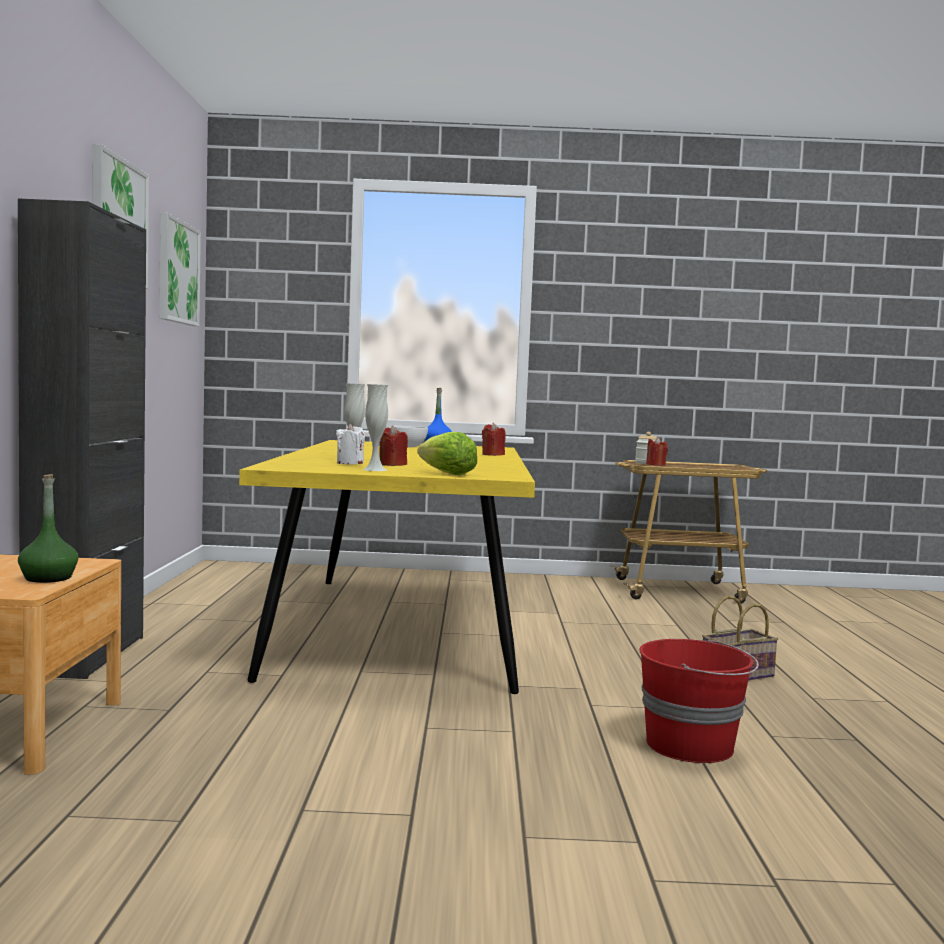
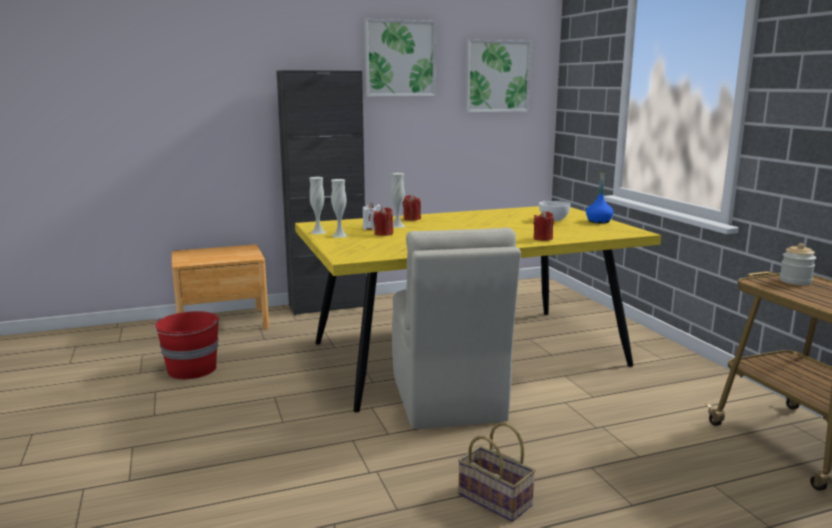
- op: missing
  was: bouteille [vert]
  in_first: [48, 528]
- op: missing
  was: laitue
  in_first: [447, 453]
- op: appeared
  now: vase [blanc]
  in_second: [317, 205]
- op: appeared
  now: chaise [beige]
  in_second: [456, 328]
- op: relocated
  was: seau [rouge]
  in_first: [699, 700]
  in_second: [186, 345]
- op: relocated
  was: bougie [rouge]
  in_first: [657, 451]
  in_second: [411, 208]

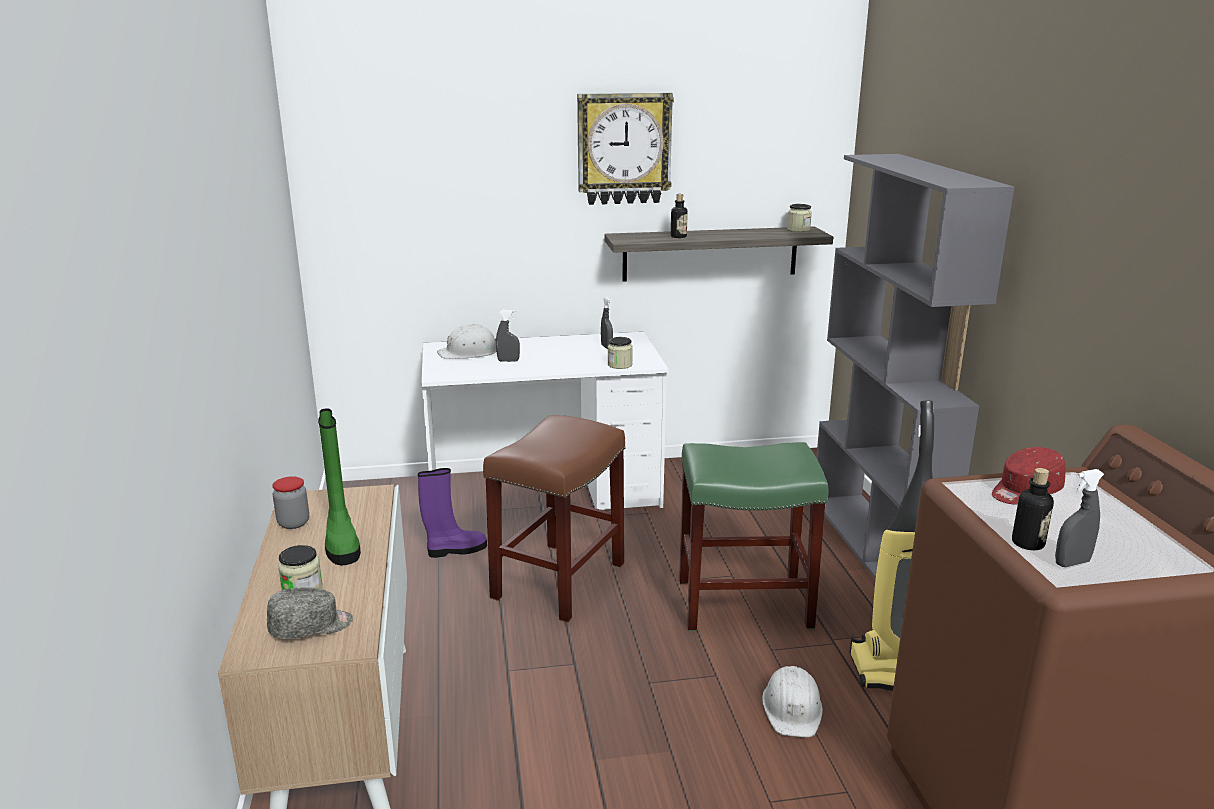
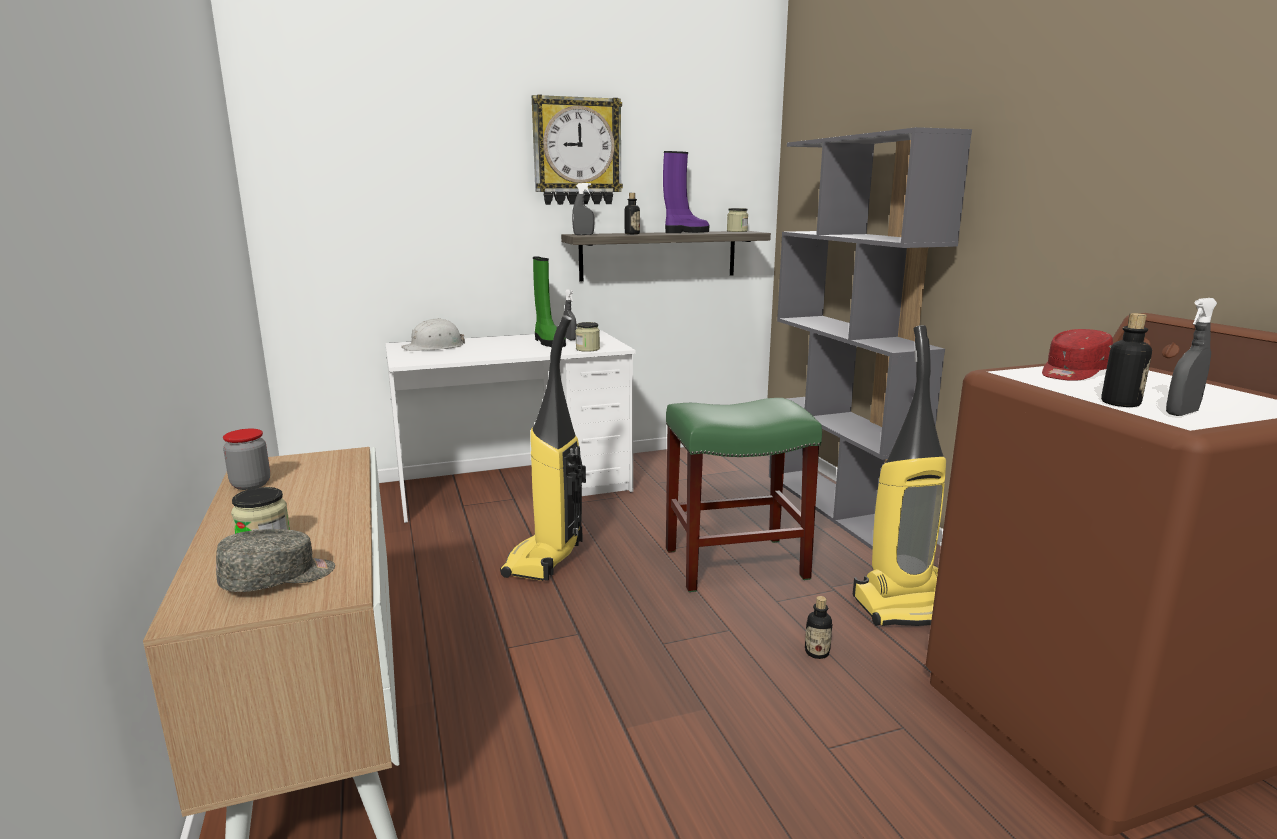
- op: relocated
  was: botte [vert]
  in_first: [339, 487]
  in_second: [549, 302]
- op: relocated
  was: botte [violet]
  in_first: [452, 513]
  in_second: [686, 192]
- op: relocated
  was: vaporisateur [gris]
  in_first: [508, 335]
  in_second: [583, 209]
- op: exchanged
  was: tabouret [marron]
  now: aspirateur
  in_first: [554, 519]
  in_second: [543, 447]
- op: exchanged
  was: casque de chantier [blanc]
  now: bouteille
  in_first: [792, 701]
  in_second: [818, 627]

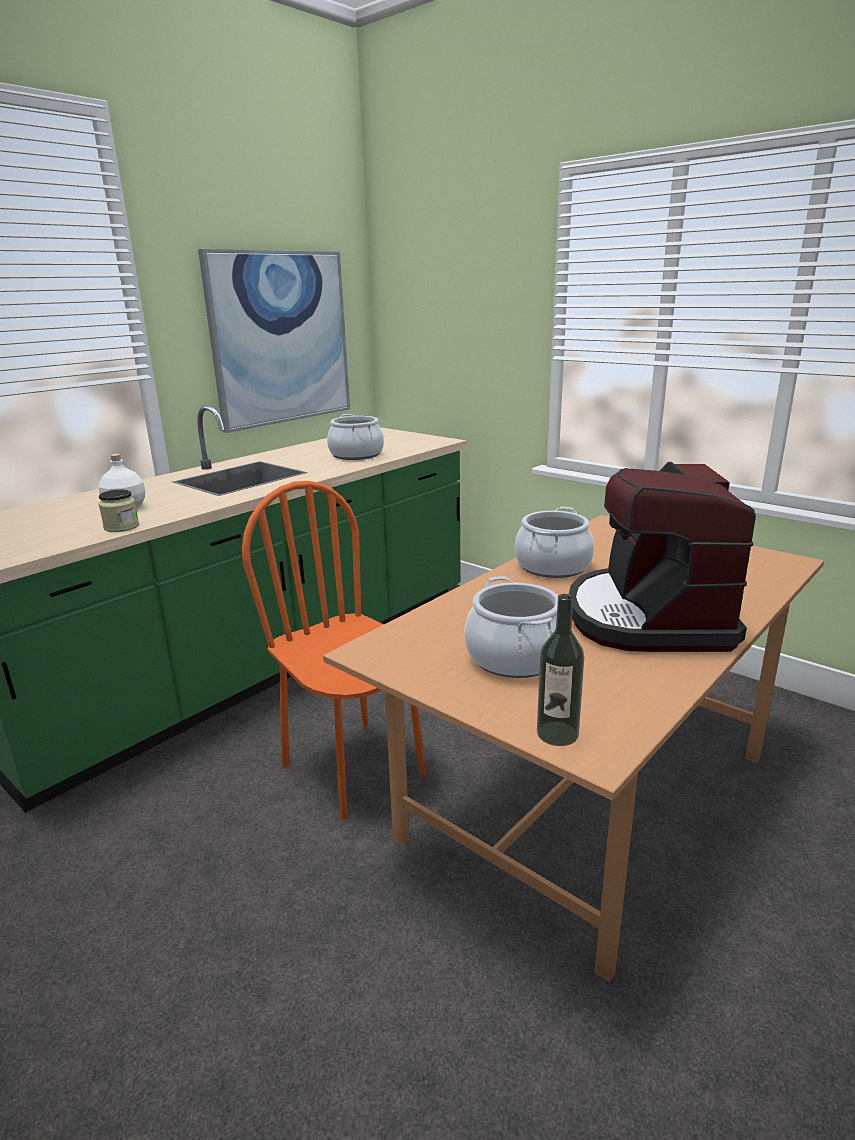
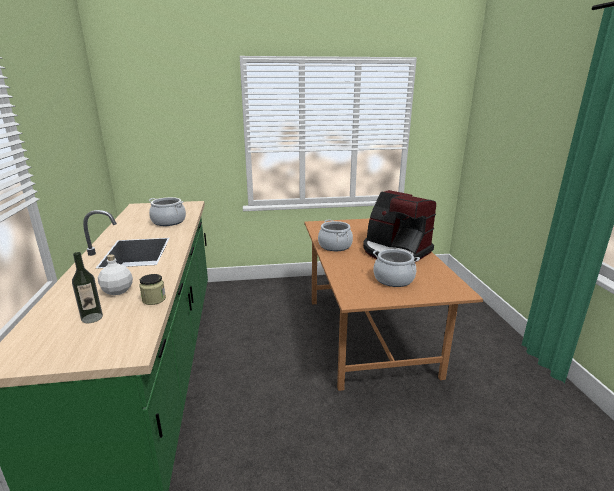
- op: missing
  was: tableau
  in_first: [274, 341]
- op: missing
  was: chaise [orange]
  in_first: [333, 650]
- op: relocated
  was: bouteille
  in_first: [560, 670]
  in_second: [87, 287]

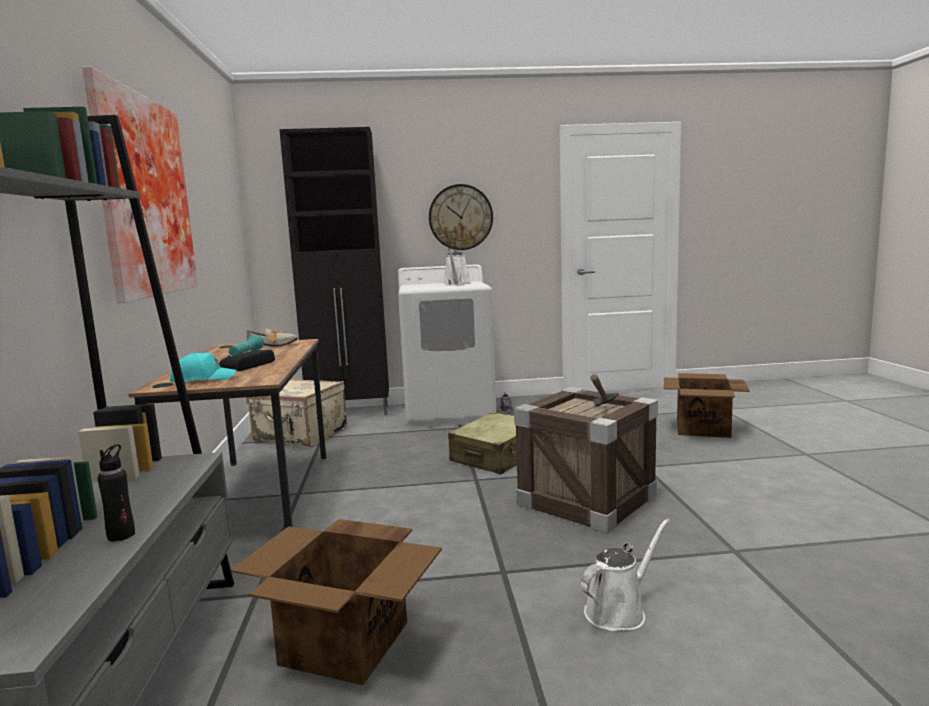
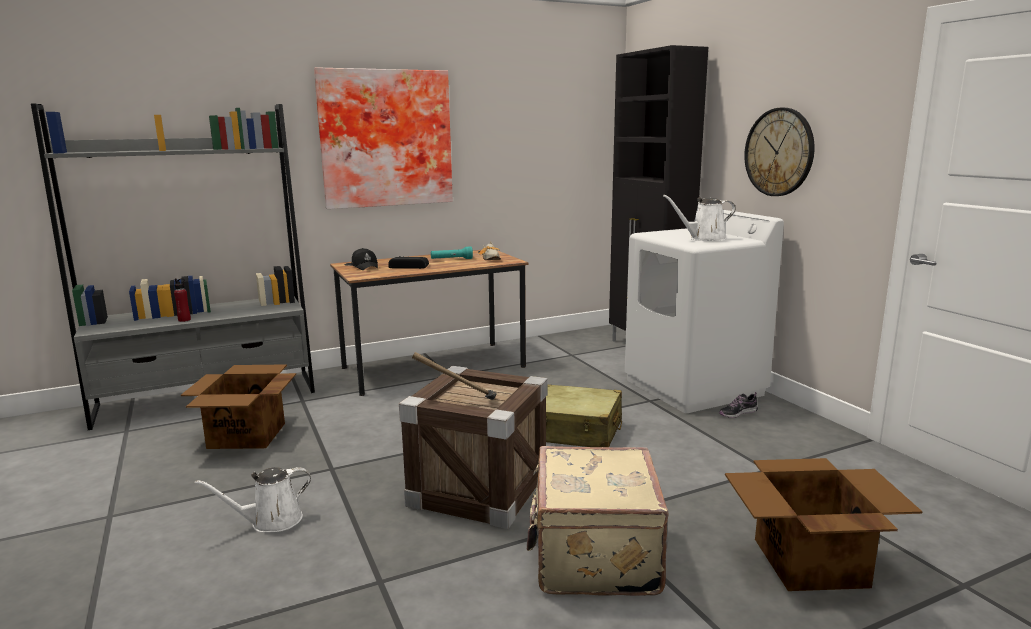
- op: relocated
  was: valise [beige]
  in_first: [296, 413]
  in_second: [598, 521]
- op: colour
  was: bouteille [noir]
  now: bouteille [rouge]
  in_first: [116, 493]
  in_second: [182, 300]
- op: colour
  was: casquette [turquoise]
  now: casquette [noir]
  in_first: [203, 367]
  in_second: [364, 259]
- op: spun
  was: arrosoir [blanc]
  in_first: [625, 575]
  in_second: [253, 499]
  clockwise: 120

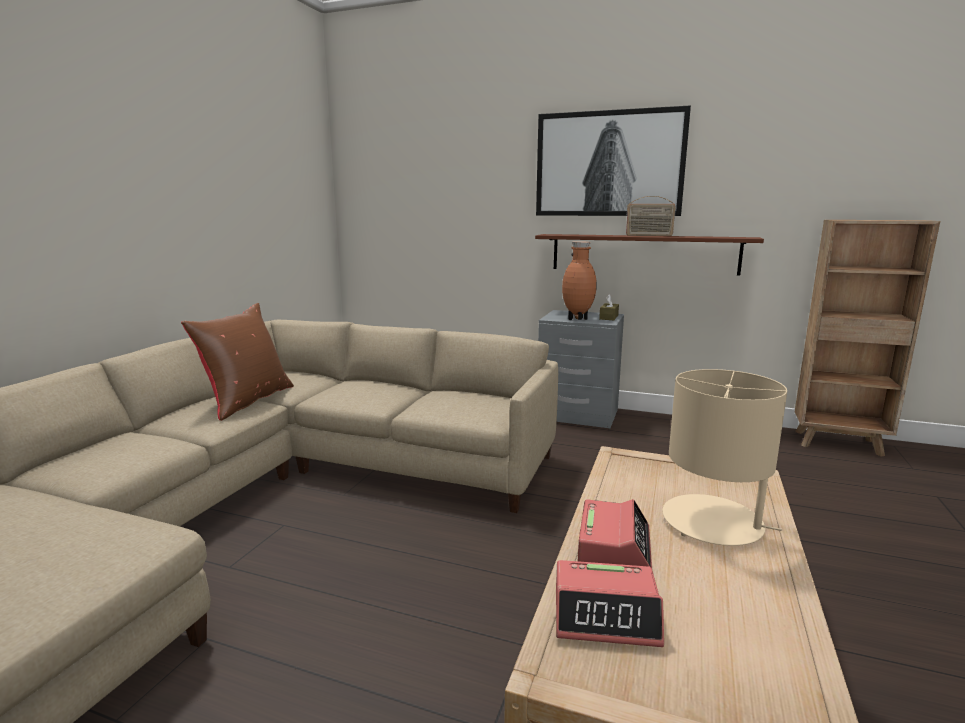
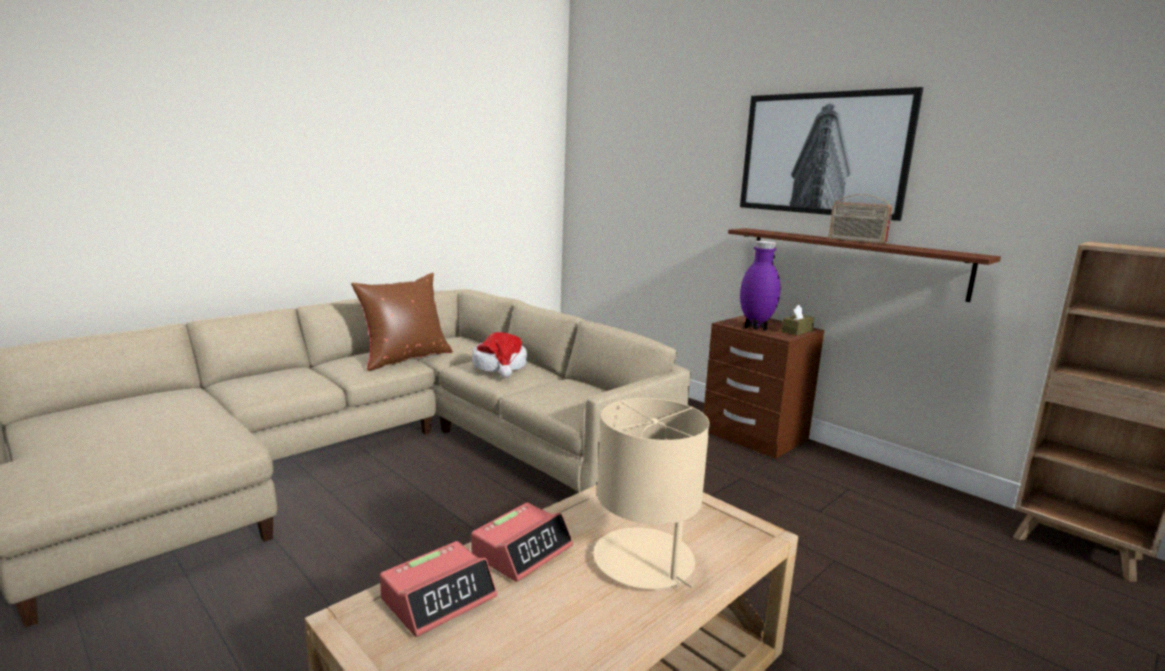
- op: appeared
  now: chapeau
  in_second: [499, 355]
- op: colour
  was: table de chevet [gris]
  now: table de chevet [marron]
  in_first: [581, 369]
  in_second: [763, 387]
- op: colour
  was: vase [marron]
  now: vase [violet]
  in_first: [579, 280]
  in_second: [760, 285]
- op: spun
  was: réveil
  in_first: [610, 603]
  in_second: [438, 589]
  clockwise: -75

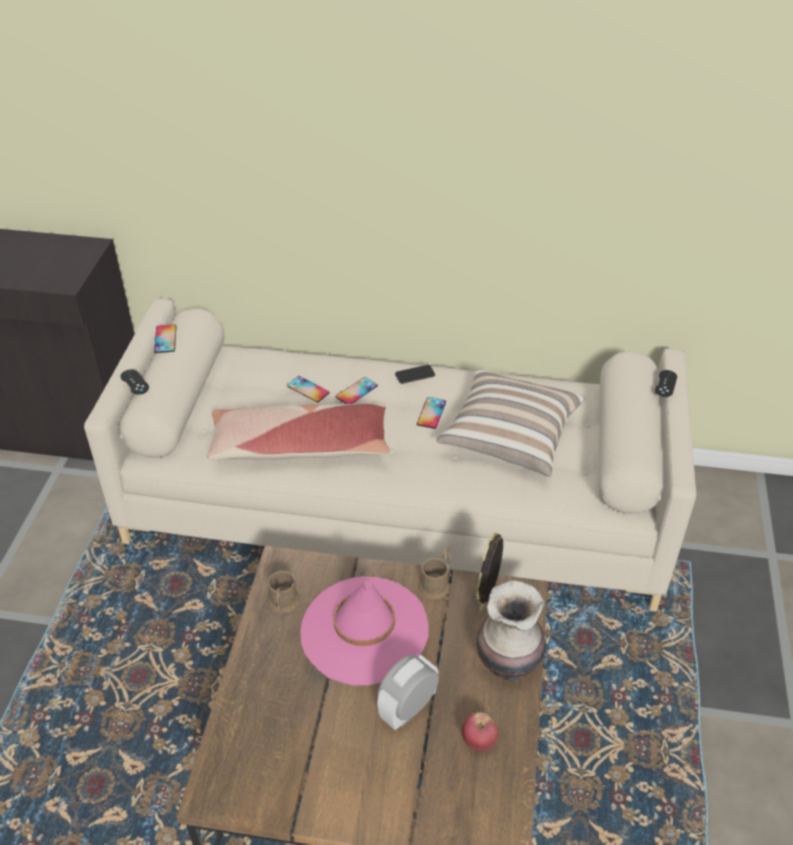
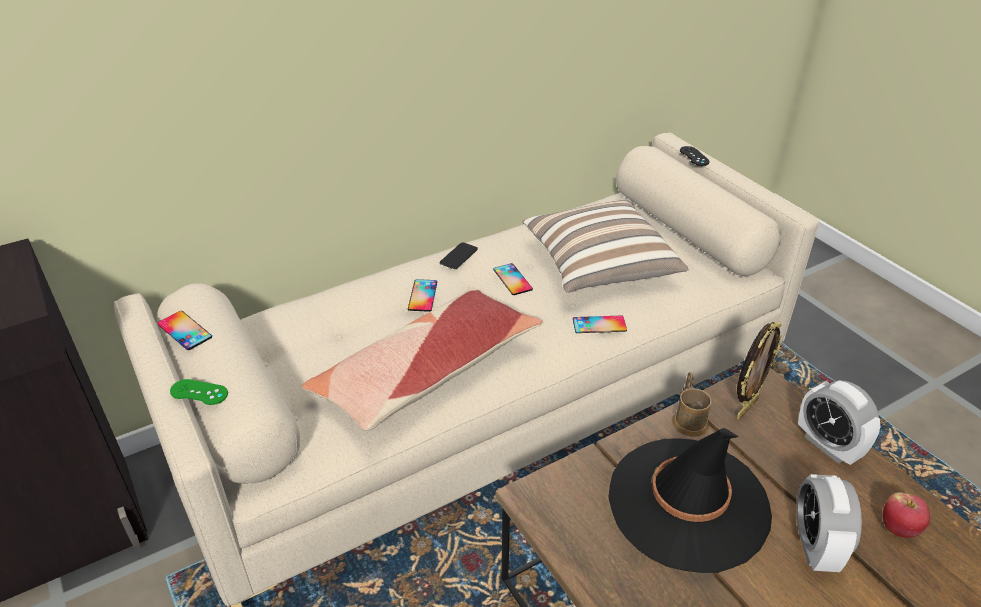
- op: missing
  was: mug [marron]
  in_first: [284, 592]
- op: relocated
  was: téléphone
  in_first: [308, 389]
  in_second: [600, 324]
- op: exchanged
  was: vase
  now: réveil
  in_first: [511, 631]
  in_second: [839, 422]
- op: colour
  was: manette [noir]
  now: manette [vert]
  in_first: [135, 382]
  in_second: [199, 392]
- op: colour
  was: chapeau [rose]
  now: chapeau [noir]
  in_first: [364, 631]
  in_second: [690, 500]
- op: spun
  was: cadre photo
  in_first: [489, 573]
  in_second: [759, 370]
  clockwise: -120

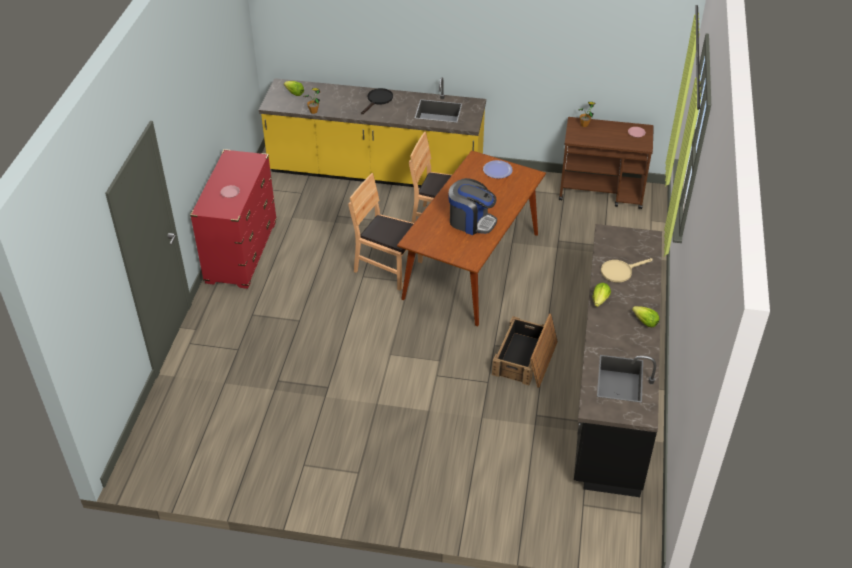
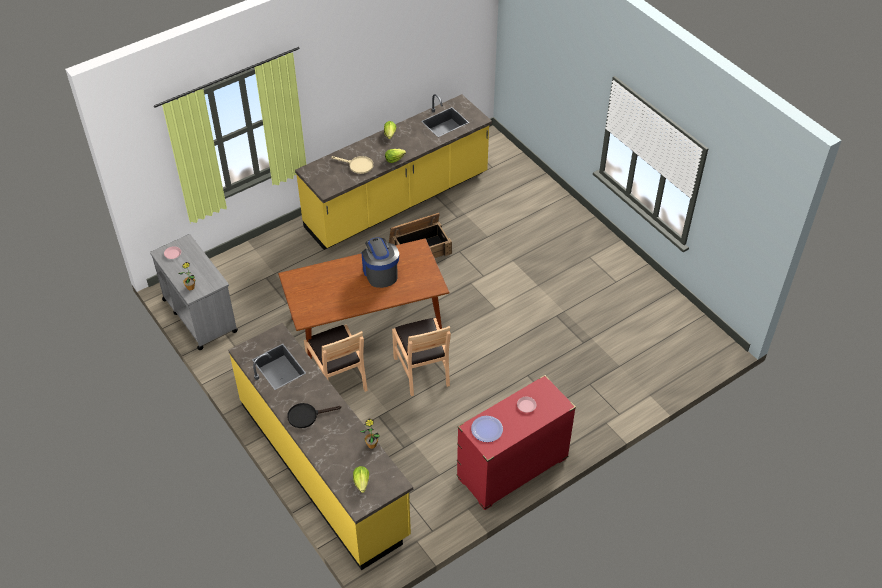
- op: relocated
  was: assiette
  in_first: [498, 169]
  in_second: [487, 429]
- op: colour
  was: chariot [marron]
  now: chariot [gris]
  in_first: [606, 163]
  in_second: [194, 292]
- op: colour
  was: comptoir de cuisine [noir]
  now: comptoir de cuisine [jaune]
  in_first: [618, 360]
  in_second: [393, 172]

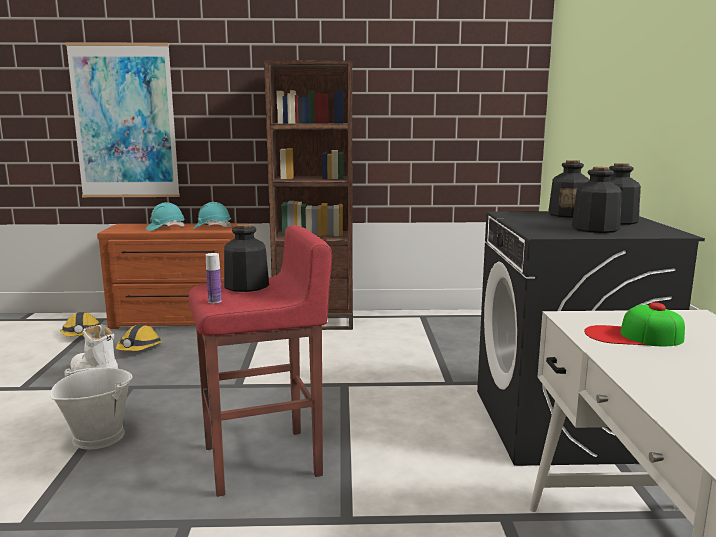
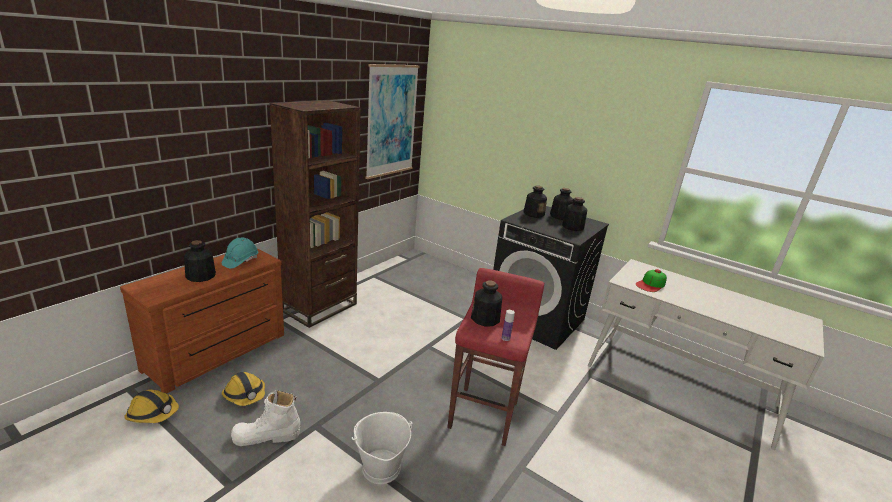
- op: relocated
  was: tableau
  in_first: [122, 119]
  in_second: [392, 121]
- op: exchanged
  was: casque de chantier [turquoise]
  now: bouteille
  in_first: [165, 216]
  in_second: [200, 261]

